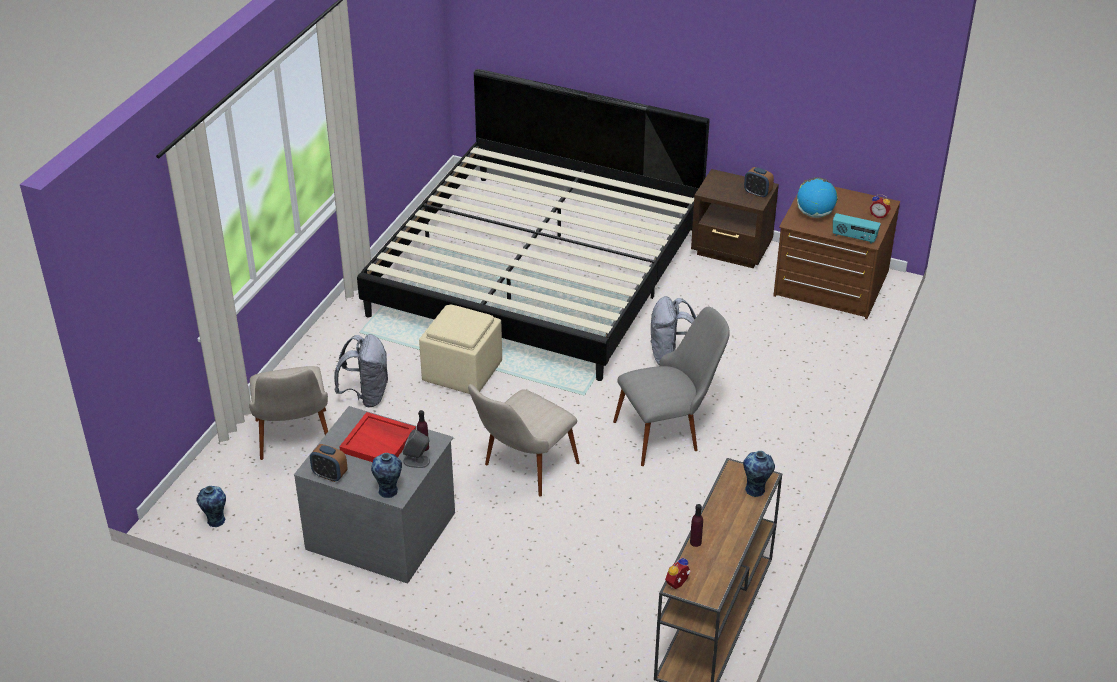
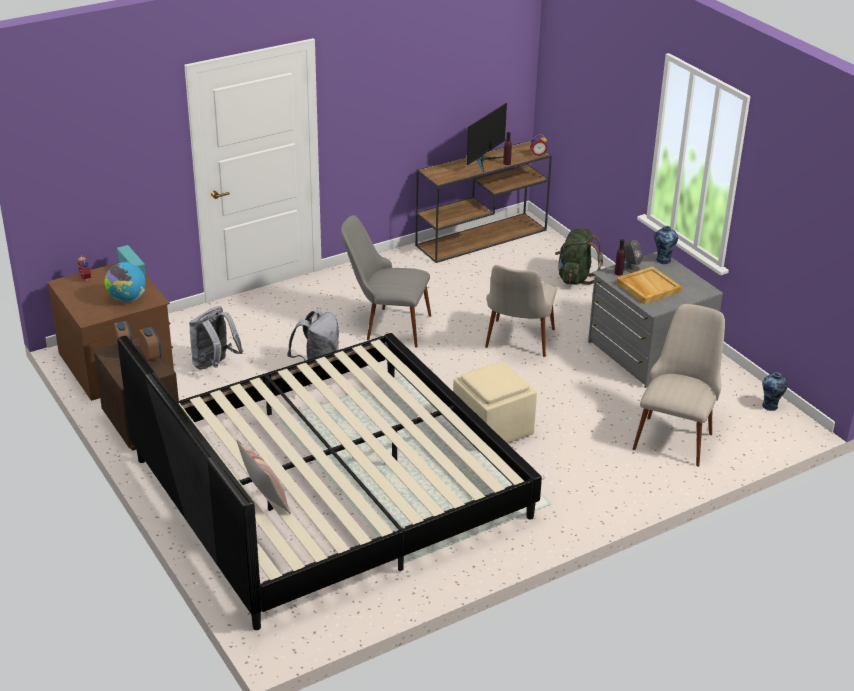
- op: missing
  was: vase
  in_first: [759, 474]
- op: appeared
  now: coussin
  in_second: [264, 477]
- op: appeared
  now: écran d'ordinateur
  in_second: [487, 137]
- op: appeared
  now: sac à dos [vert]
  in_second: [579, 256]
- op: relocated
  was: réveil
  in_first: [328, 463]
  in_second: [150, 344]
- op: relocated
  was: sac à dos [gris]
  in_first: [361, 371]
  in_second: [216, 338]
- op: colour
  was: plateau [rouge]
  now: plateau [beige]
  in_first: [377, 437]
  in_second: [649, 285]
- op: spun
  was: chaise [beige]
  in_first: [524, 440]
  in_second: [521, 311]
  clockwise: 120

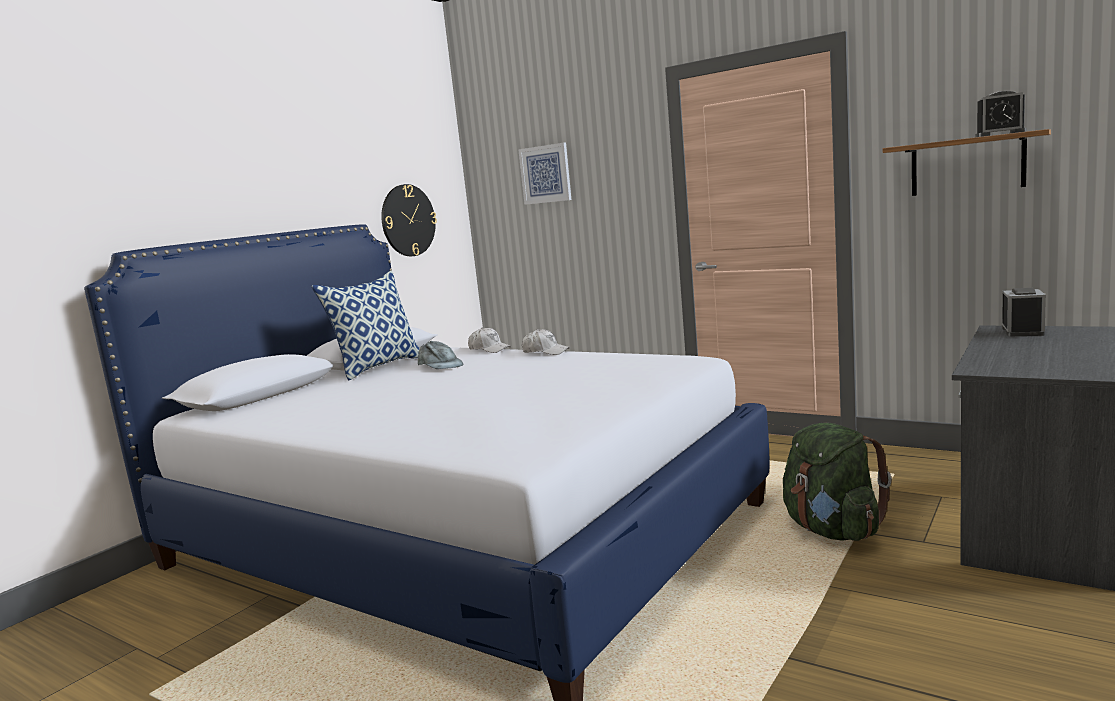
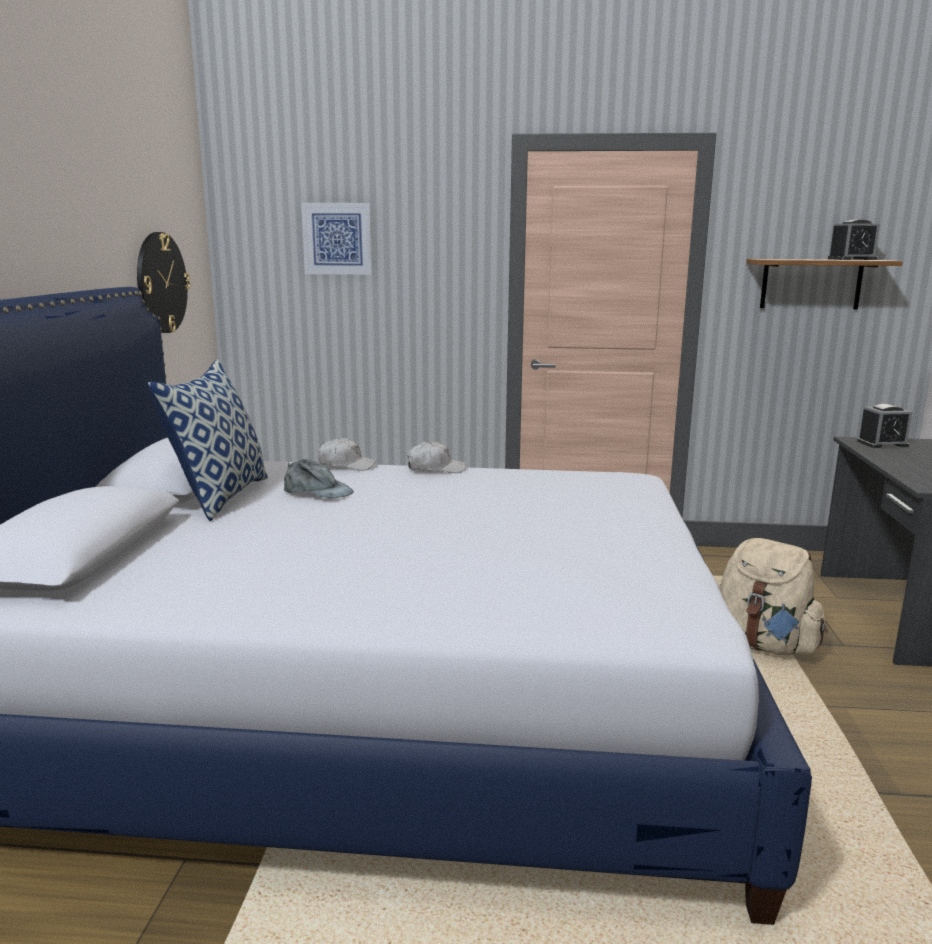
- op: colour
  was: sac à dos [vert]
  now: sac à dos [beige]
  in_first: [837, 481]
  in_second: [772, 596]
- op: spun
  was: réveil
  in_first: [1024, 312]
  in_second: [884, 426]
  clockwise: 90

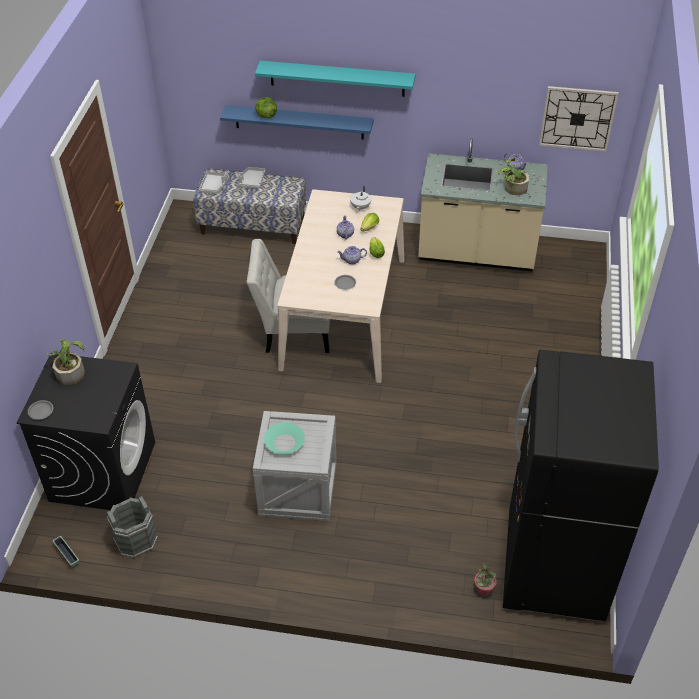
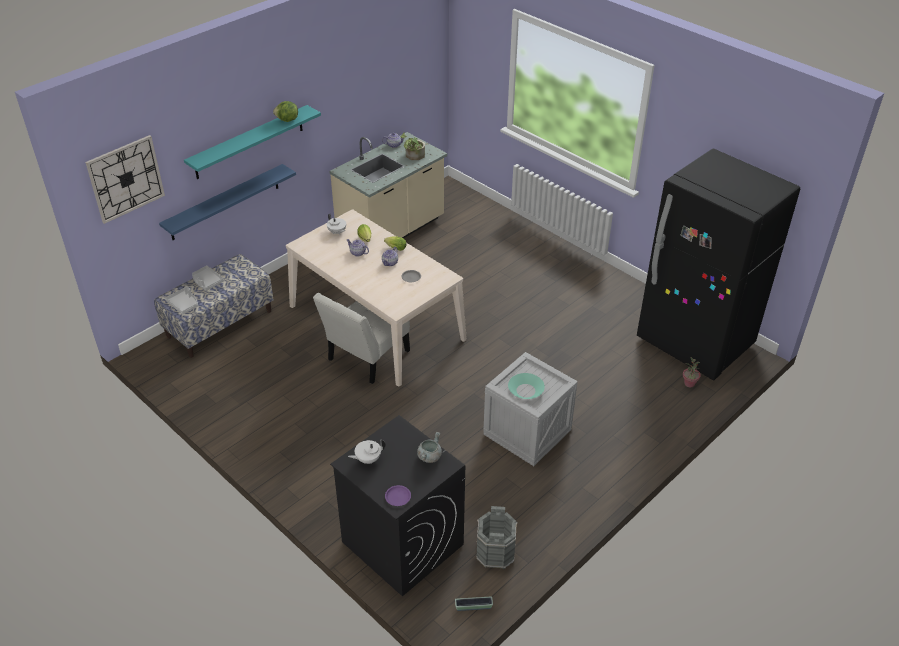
- op: appeared
  now: marmite [gris]
  in_second: [429, 447]
- op: relocated
  was: laitue
  in_first: [266, 107]
  in_second: [285, 111]
- op: relocated
  was: horloge murale
  in_first: [579, 119]
  in_second: [125, 179]
- op: exchanged
  was: plante en pot
  now: théière [blanc]
  in_first: [65, 362]
  in_second: [367, 452]
- op: colour
  was: assiette [gris]
  now: assiette [violet]
  in_first: [40, 410]
  in_second: [398, 495]

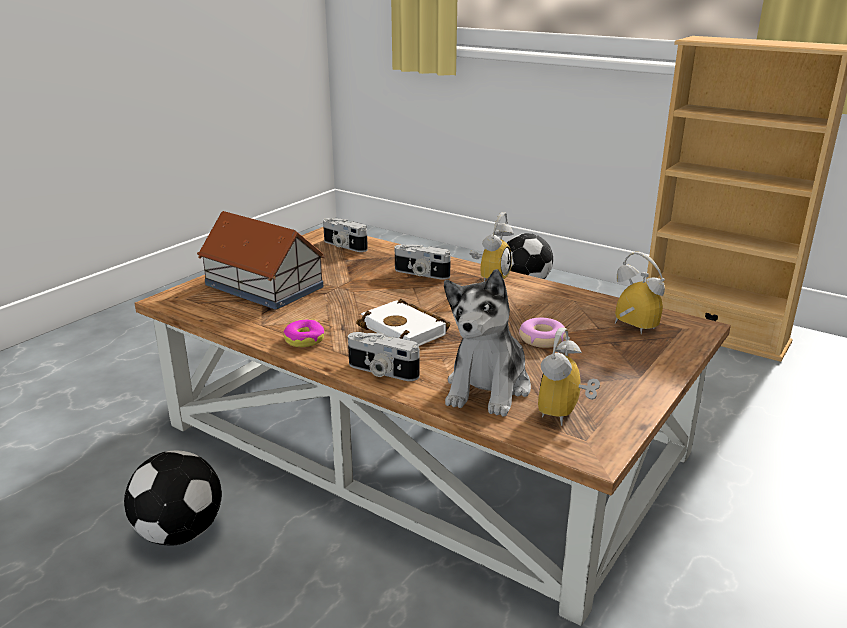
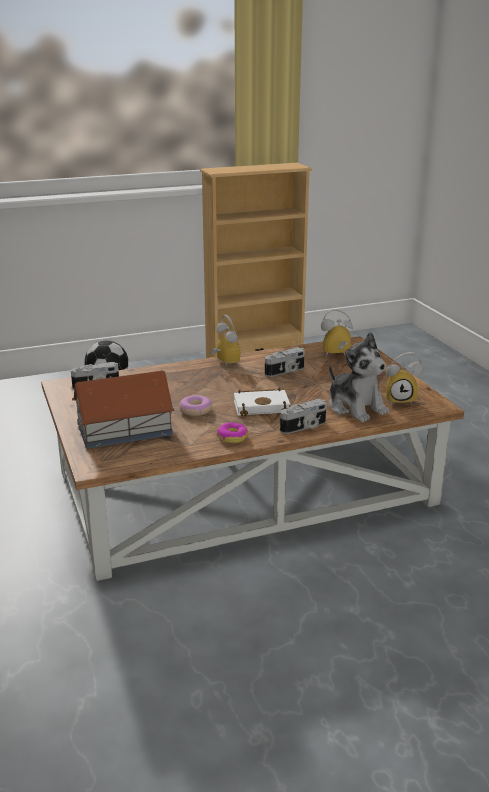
- op: missing
  was: ballon de foot
  in_first: [173, 498]
- op: relocated
  was: appareil photo
  in_first: [423, 262]
  in_second: [285, 362]
- op: relocated
  was: beignet
  in_first: [542, 333]
  in_second: [195, 405]
- op: spun
  was: réveil
  in_first: [569, 377]
  in_second: [405, 378]
  clockwise: -60

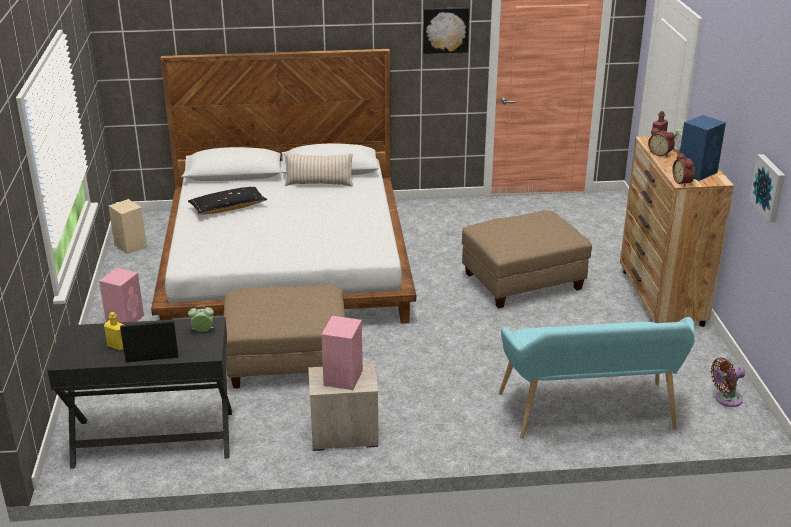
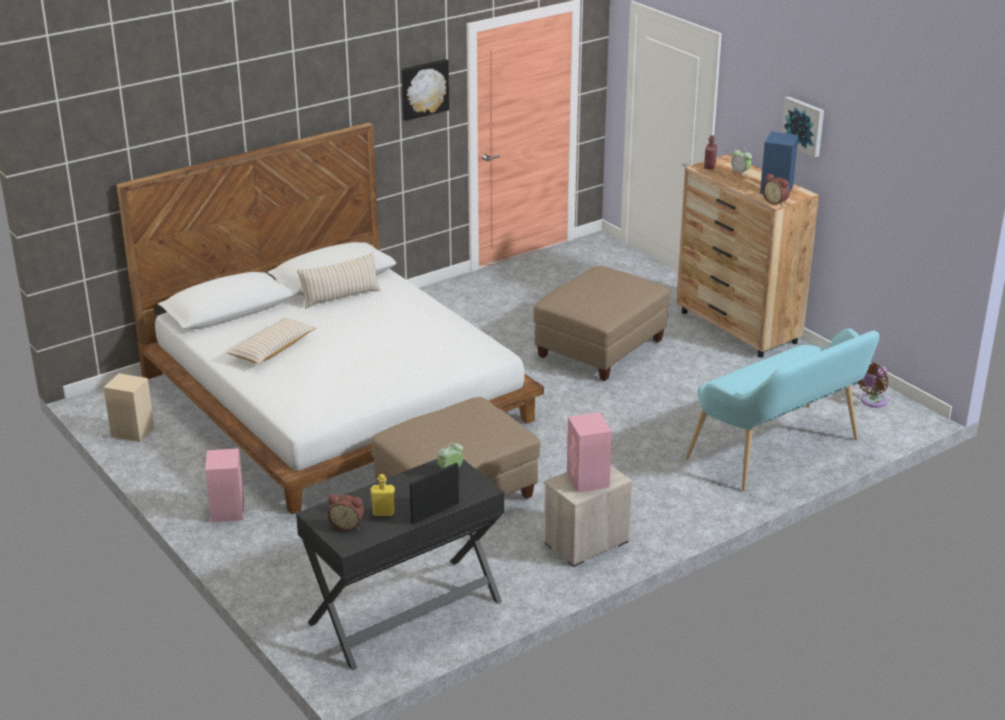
- op: relocated
  was: réveil
  in_first: [661, 142]
  in_second: [346, 512]
- op: relocated
  was: tableau
  in_first: [767, 188]
  in_second: [802, 127]
- op: colour
  was: coussin [noir]
  now: coussin [beige]
  in_first: [227, 201]
  in_second: [271, 341]

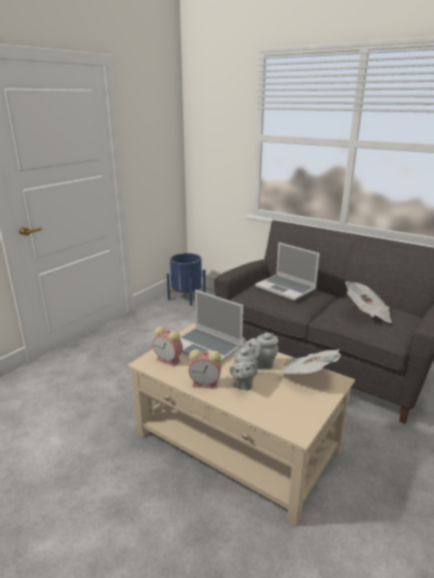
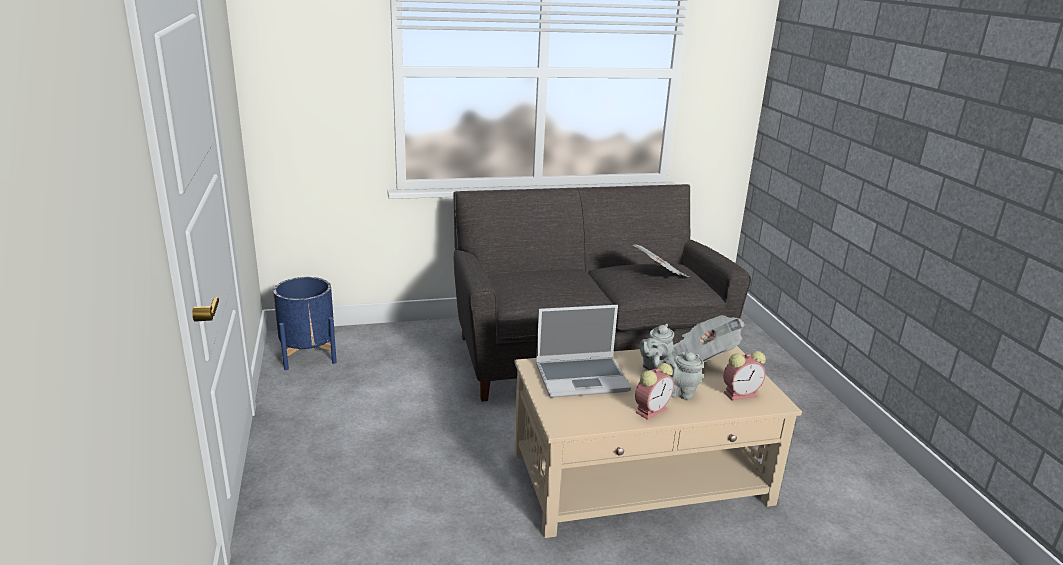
- op: missing
  was: ordinateur portable
  in_first: [287, 271]
- op: relocated
  was: réveil
  in_first: [168, 346]
  in_second: [744, 376]
- op: spun
  was: théière [gris]
  in_first: [244, 367]
  in_second: [678, 376]
  clockwise: 150

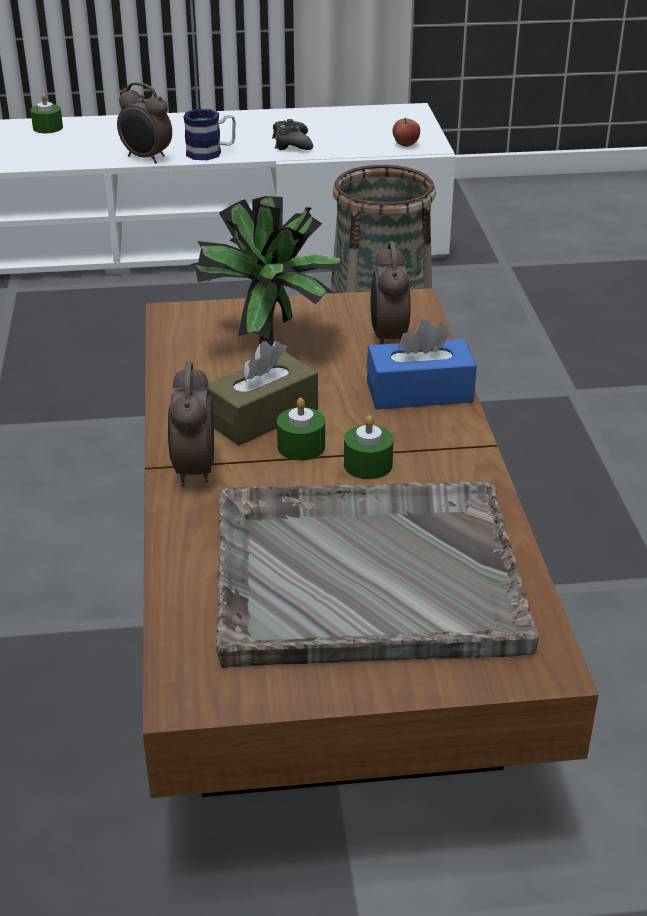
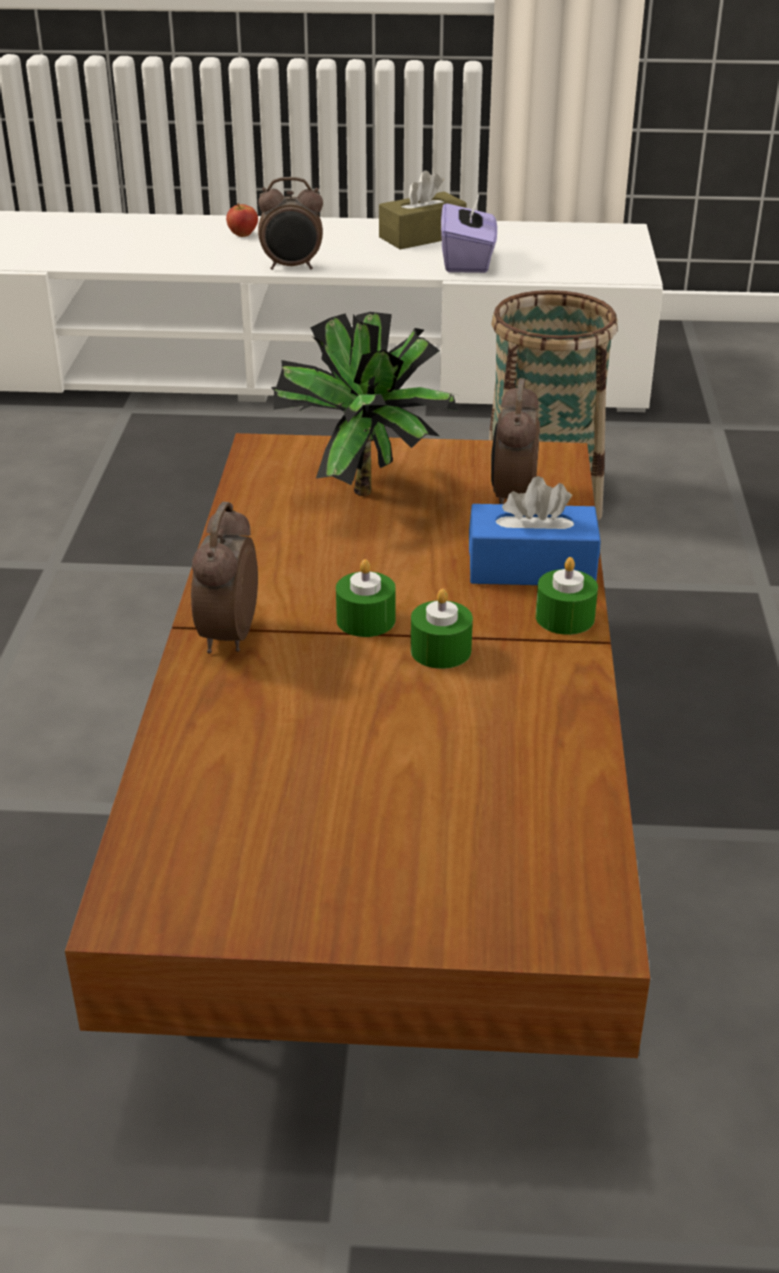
- op: missing
  was: mug
  in_first: [210, 134]
- op: missing
  was: plateau [gris]
  in_first: [377, 574]
- op: relocated
  was: bougie [vert]
  in_first: [46, 113]
  in_second: [567, 596]
- op: relocated
  was: boîte à mouchoirs [marron]
  in_first: [261, 393]
  in_second: [423, 209]
- op: relocated
  was: pomme
  in_first: [406, 132]
  in_second: [242, 220]
- op: exchanged
  was: manette [noir]
  now: boîte à mouchoirs [violet]
  in_first: [292, 134]
  in_second: [469, 232]
- op: spun
  was: réveil
  in_first: [144, 122]
  in_second: [290, 223]
  clockwise: -45

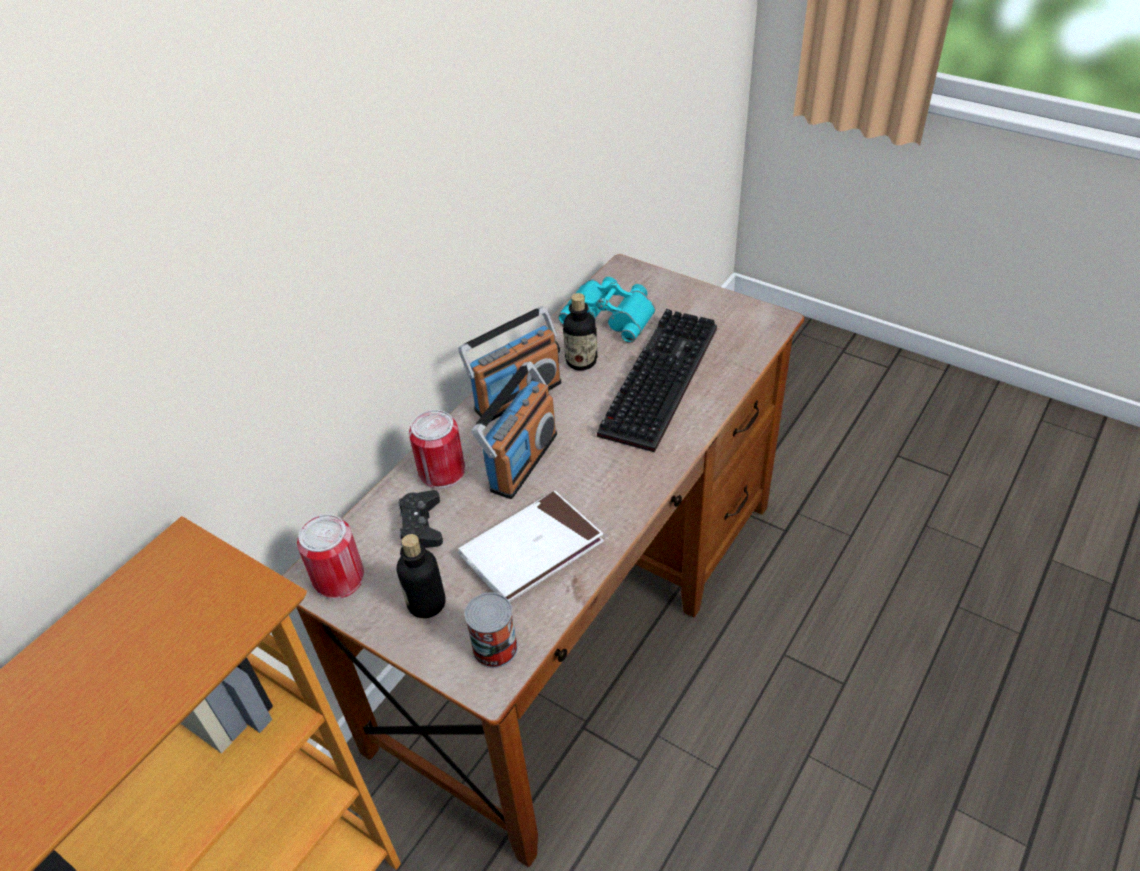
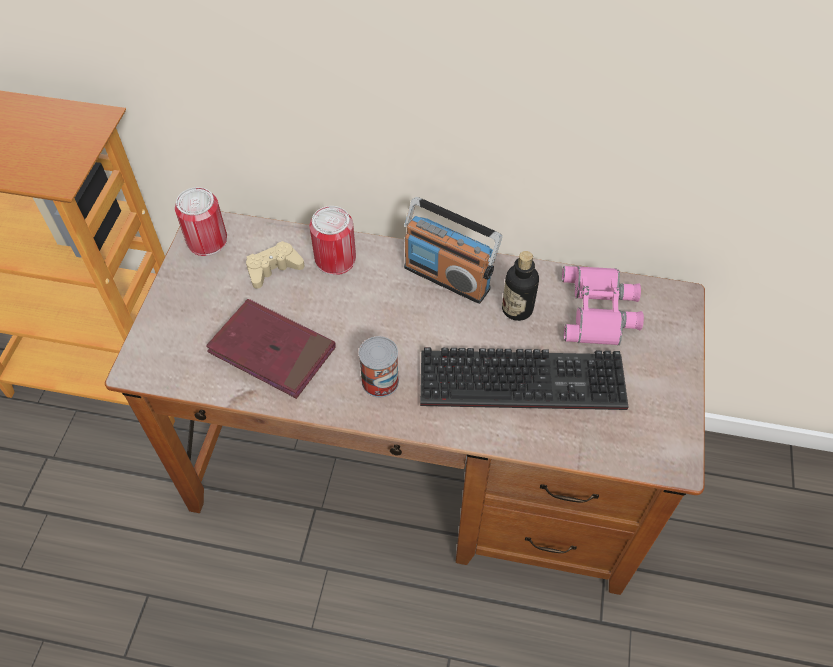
- op: missing
  was: bouteille
  in_first: [421, 576]
- op: missing
  was: radio
  in_first: [514, 430]
- op: relocated
  was: boîte métallique
  in_first: [491, 630]
  in_second: [379, 366]
- op: colour
  was: manette [noir]
  now: manette [beige]
  in_first: [421, 519]
  in_second: [275, 265]
- op: colour
  was: livre [blanc]
  now: livre [rouge]
  in_first: [531, 546]
  in_second: [271, 349]
- op: colour
  was: jumelles [turquoise]
  now: jumelles [rose]
  in_first: [606, 310]
  in_second: [603, 305]

